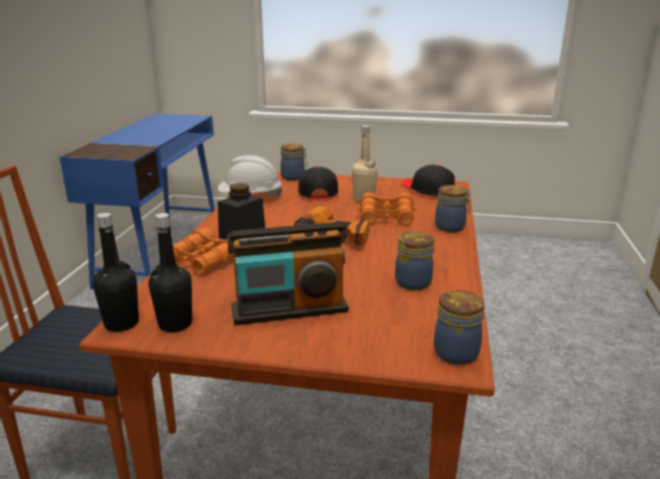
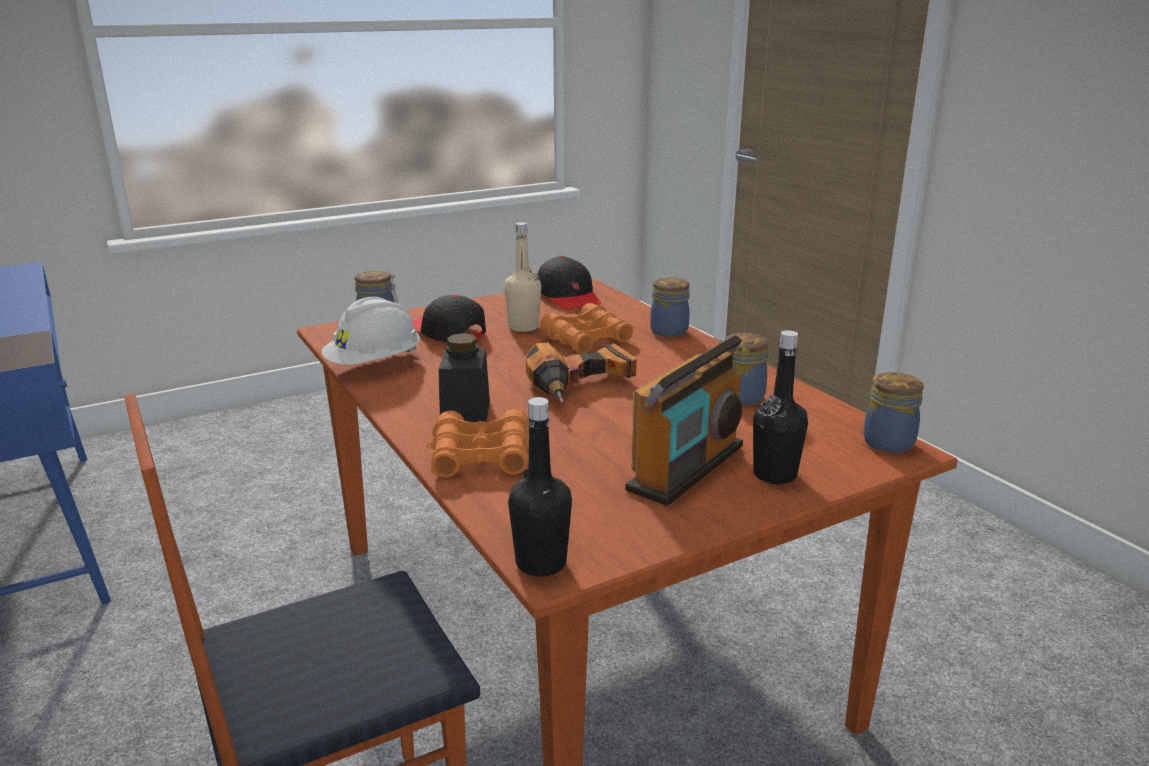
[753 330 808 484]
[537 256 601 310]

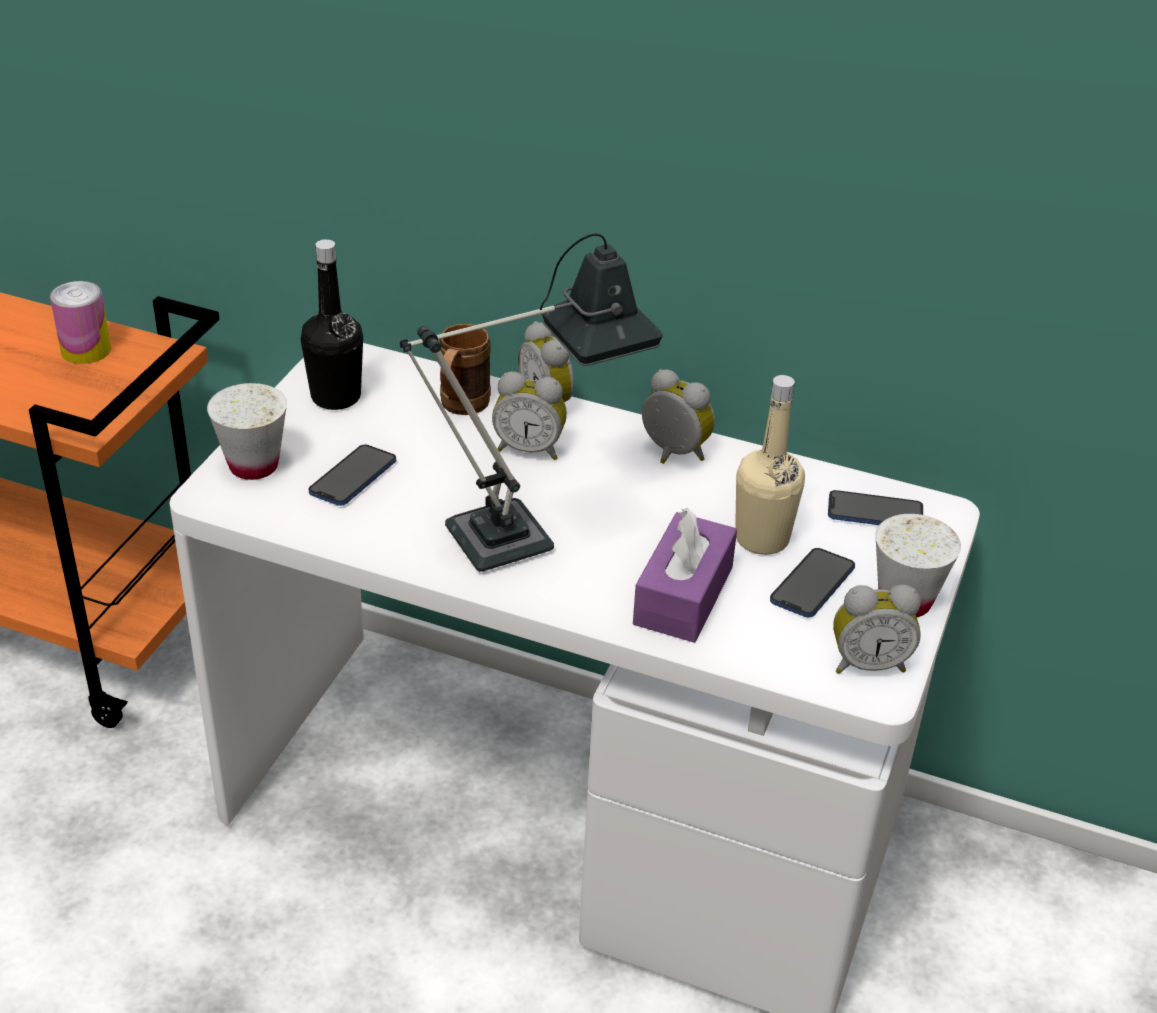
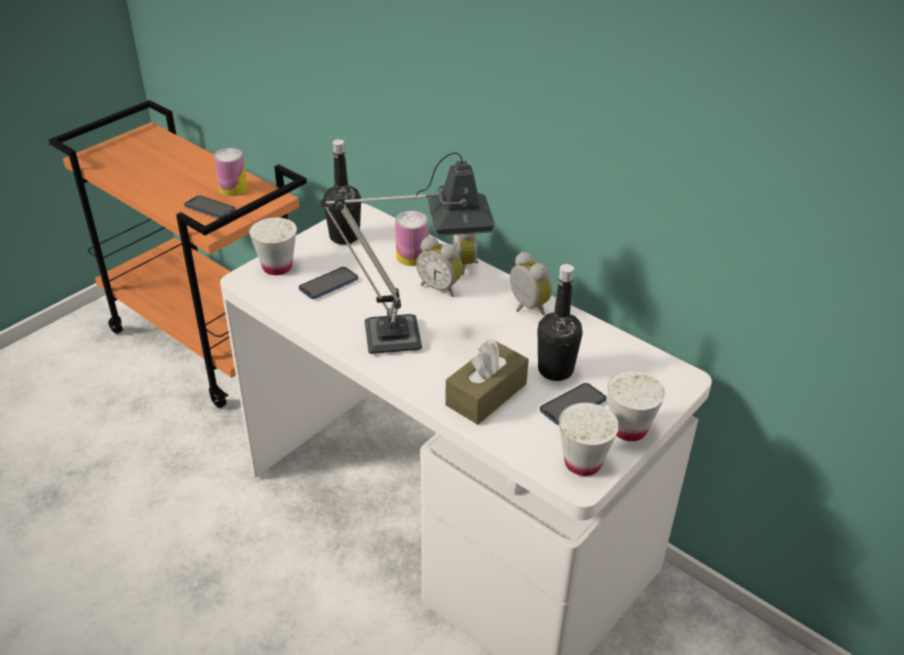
[184 195 235 219]
[395 211 429 266]
[559 403 619 476]
[445 339 529 425]
[538 264 583 381]

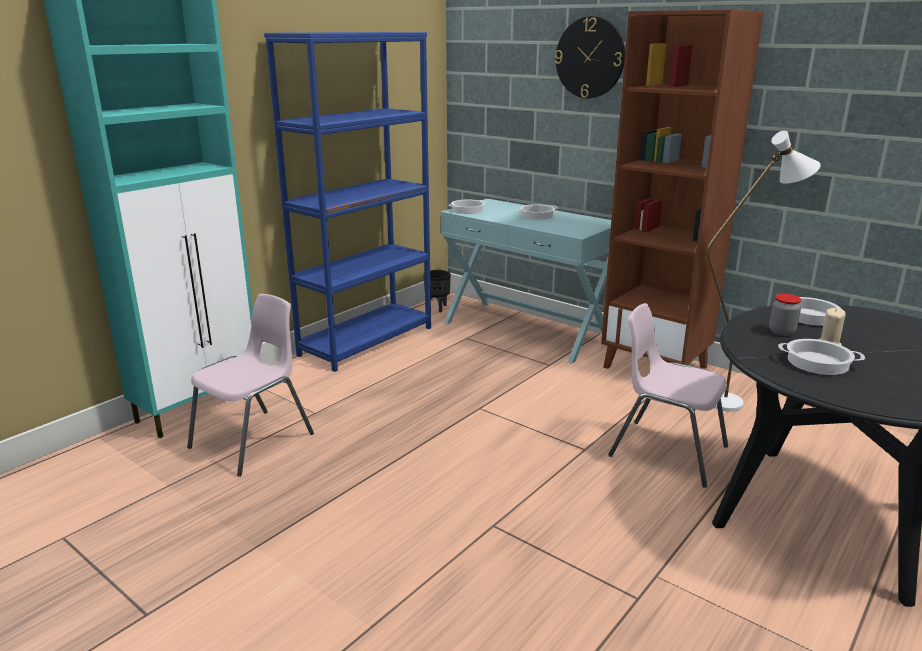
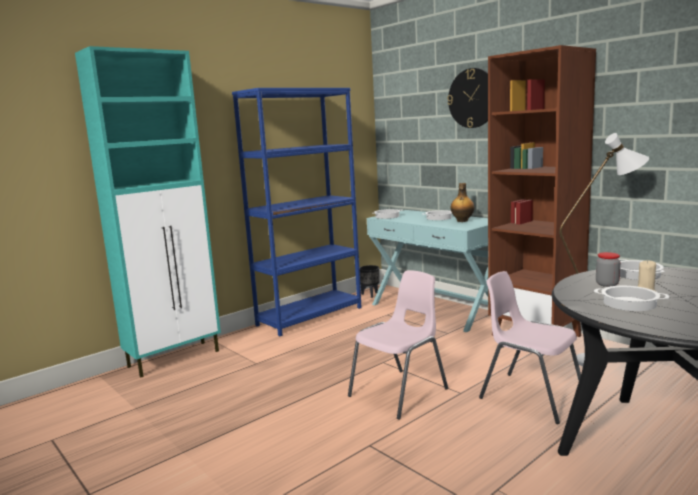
[450 183 475 222]
[348 271 448 420]

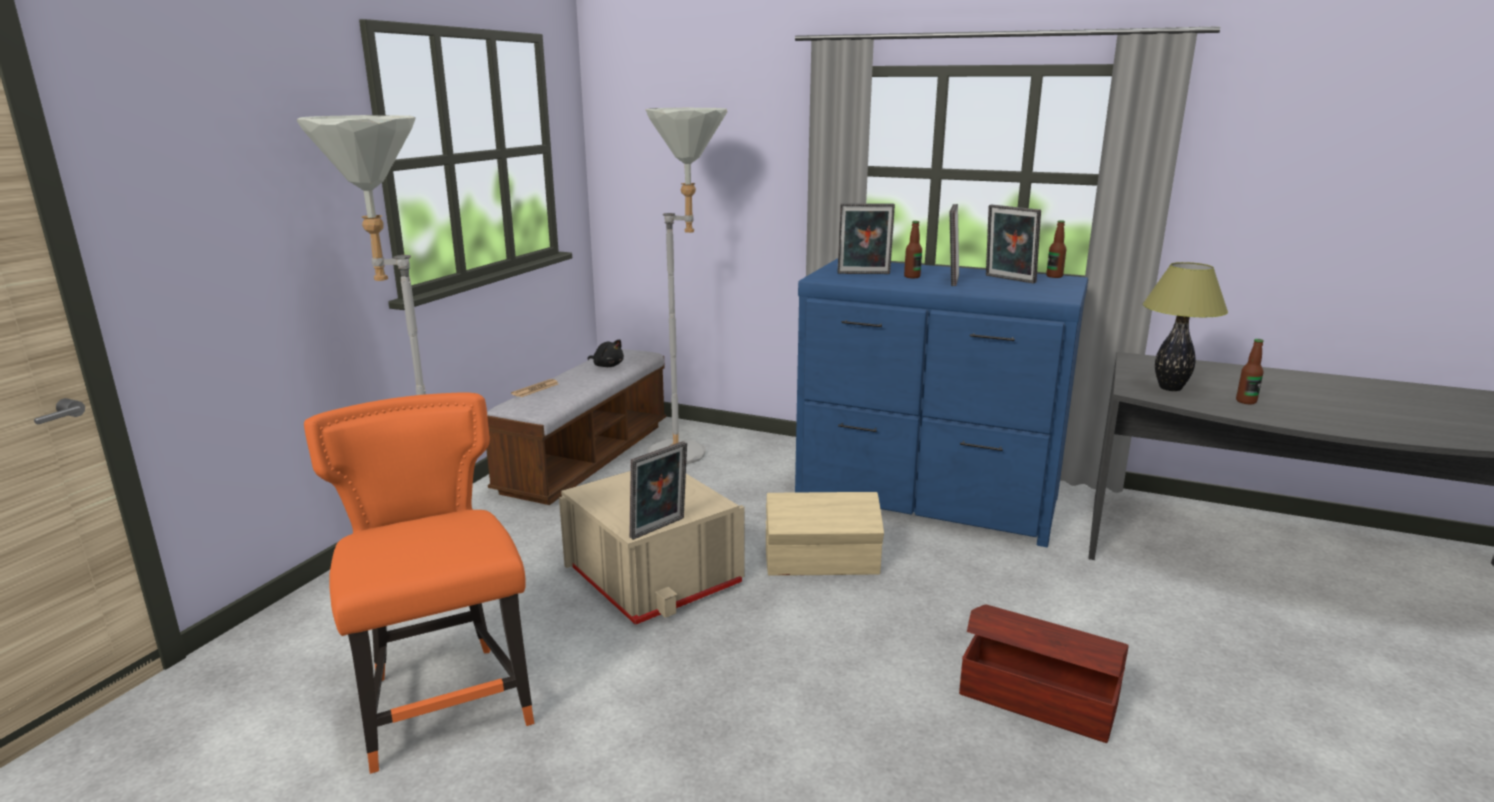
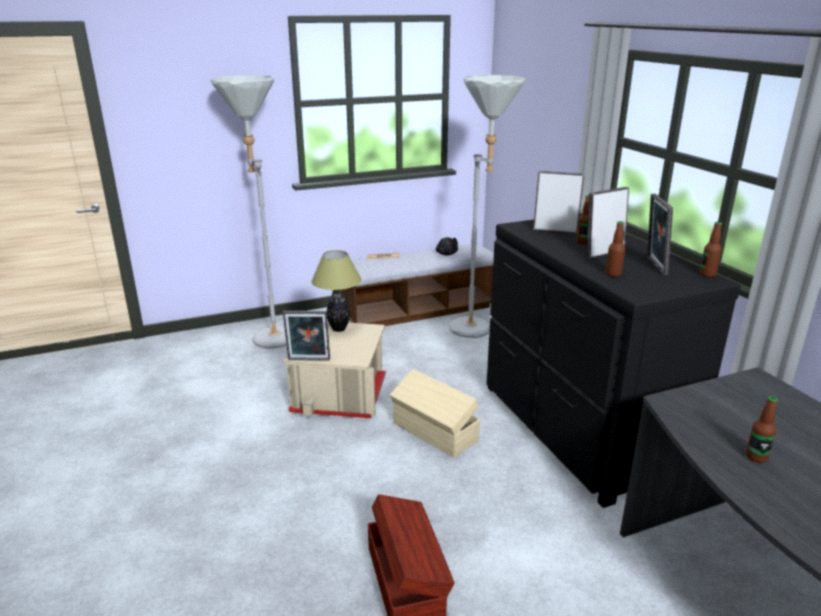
[304 392 535 774] (first image)
[606 221 625 277]
[311 250 362 332]
[486 213 741 508]
[533 171 585 234]

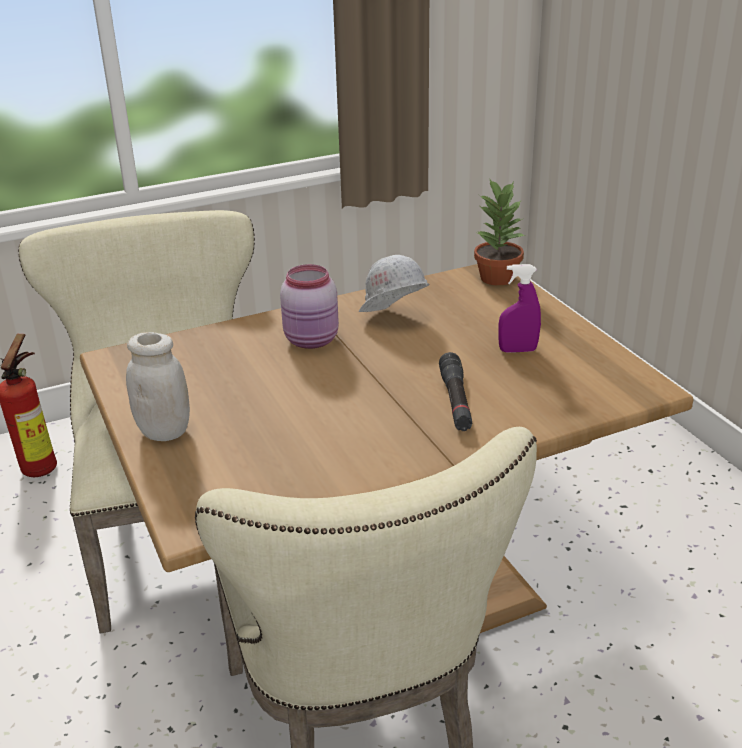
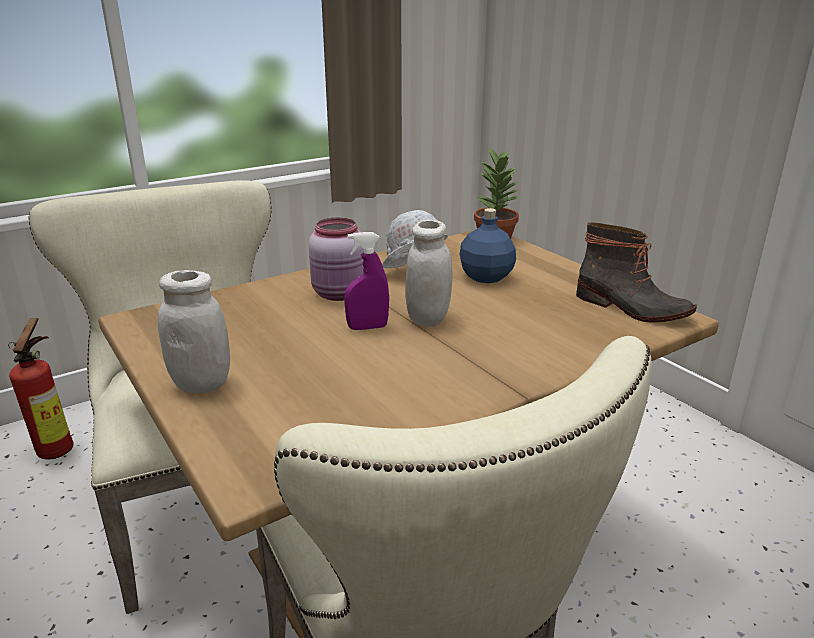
[439 352 473 431] (first image)
[405 220 452 327]
[460 208 516 283]
[576 222 697 323]
[344 232 389 330]

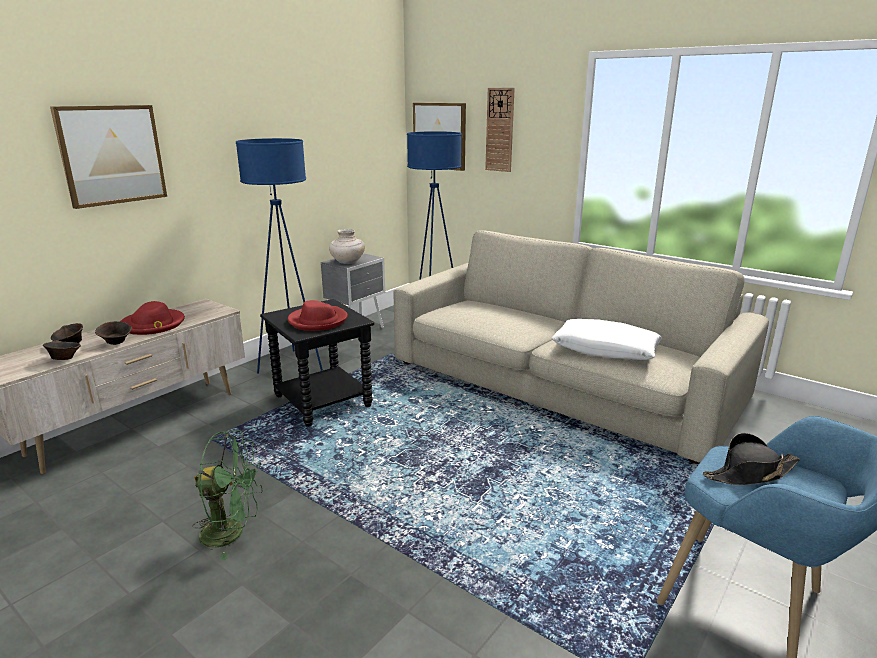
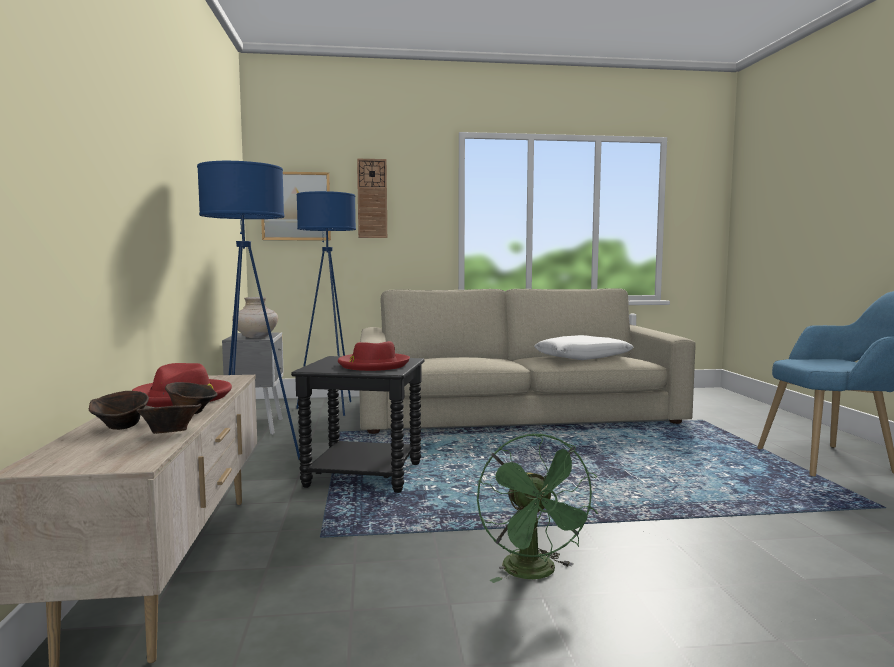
[50 105 167 209] (first image)
[703 433 800 485] (first image)
[477 433 598 583]

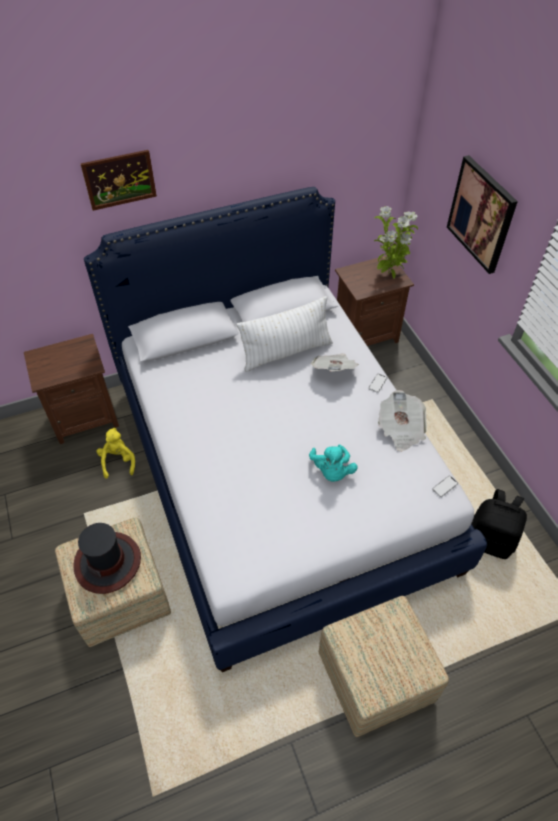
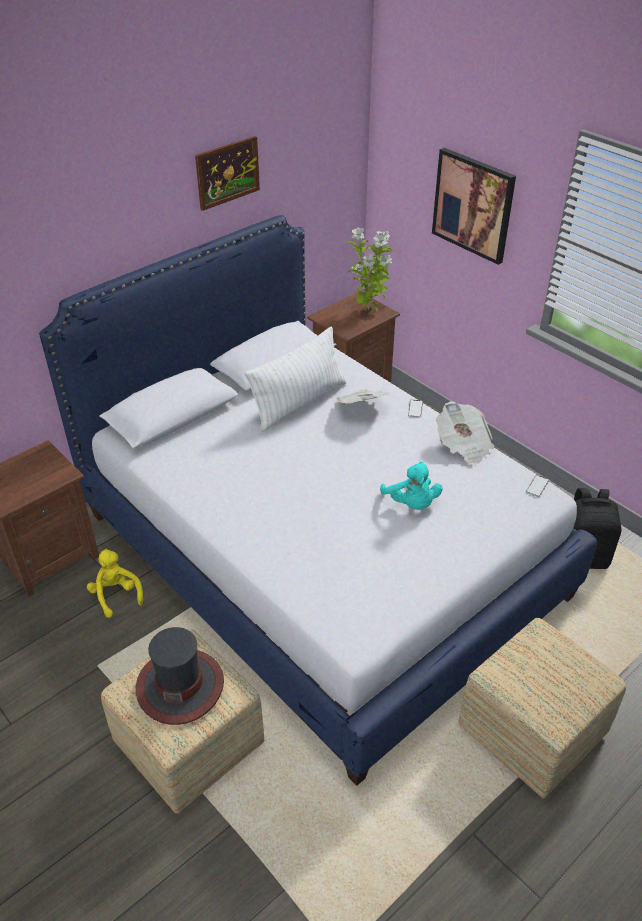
[195 136 260 211]

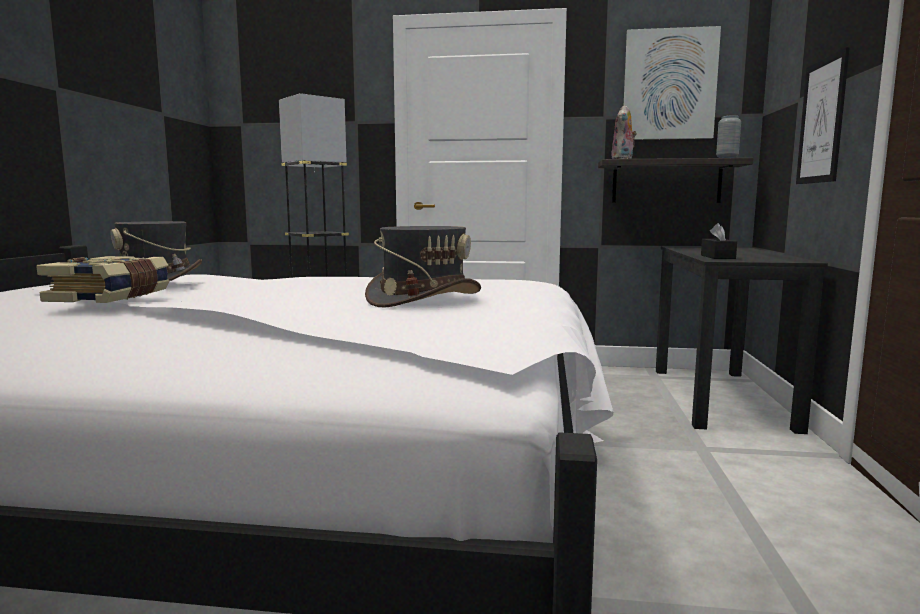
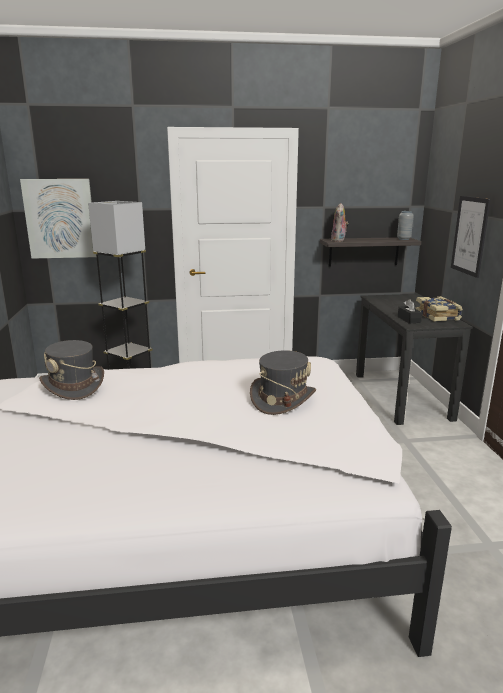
[415 296 463 322]
[20 179 96 259]

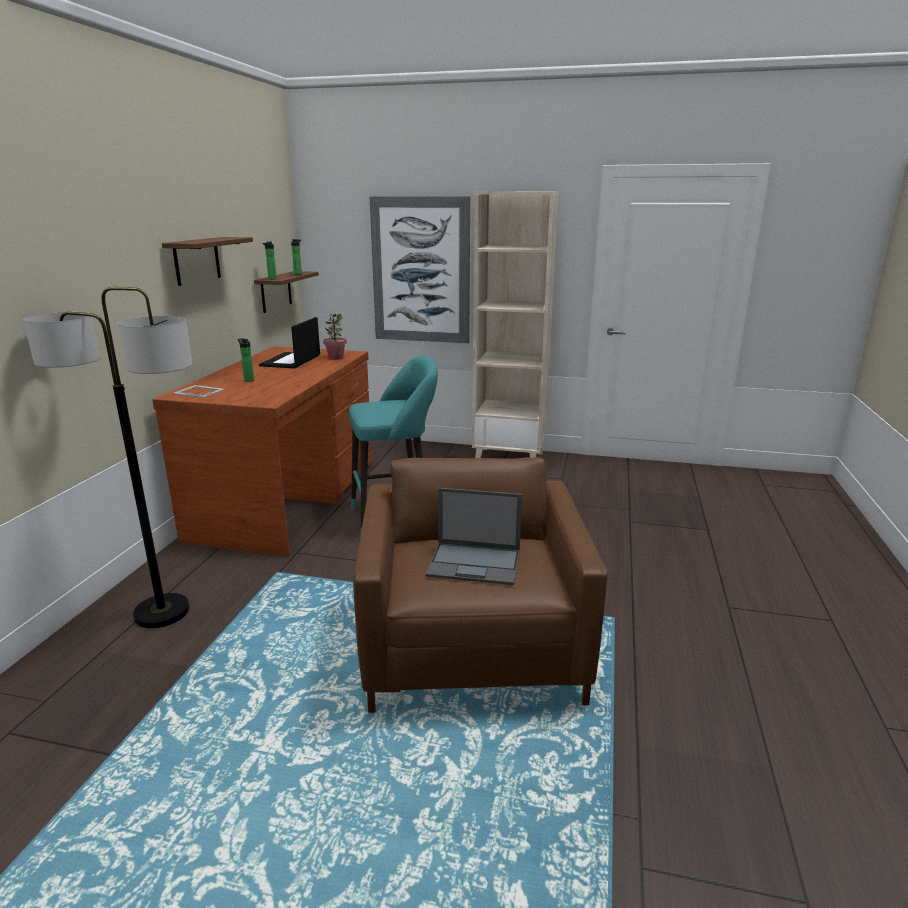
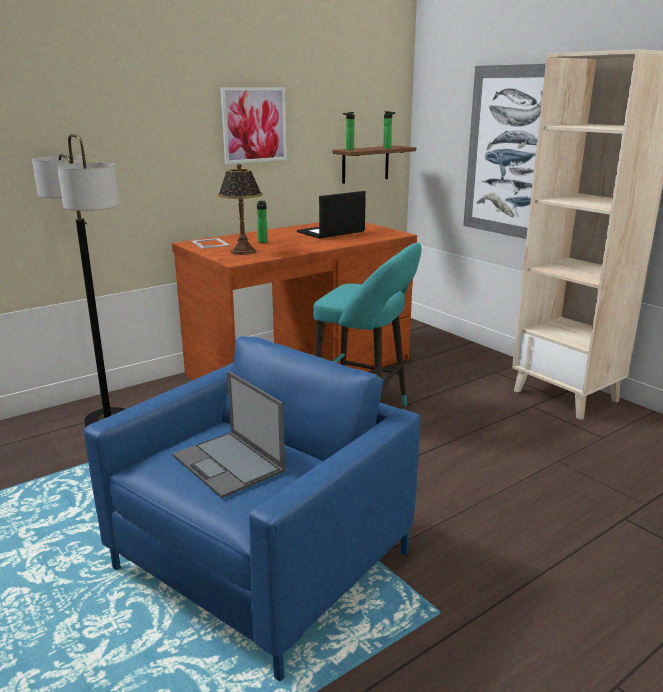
[323 314 347 360] (first image)
[218 164 263 255]
[220 87 287 164]
[84 336 421 682]

